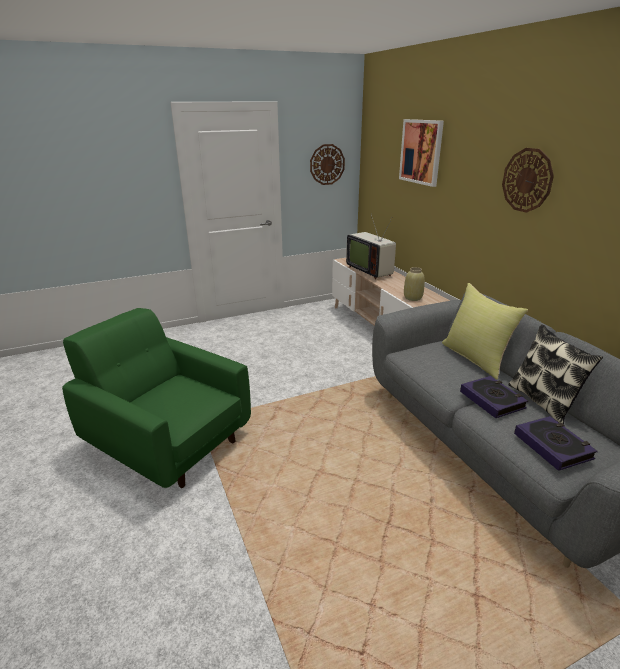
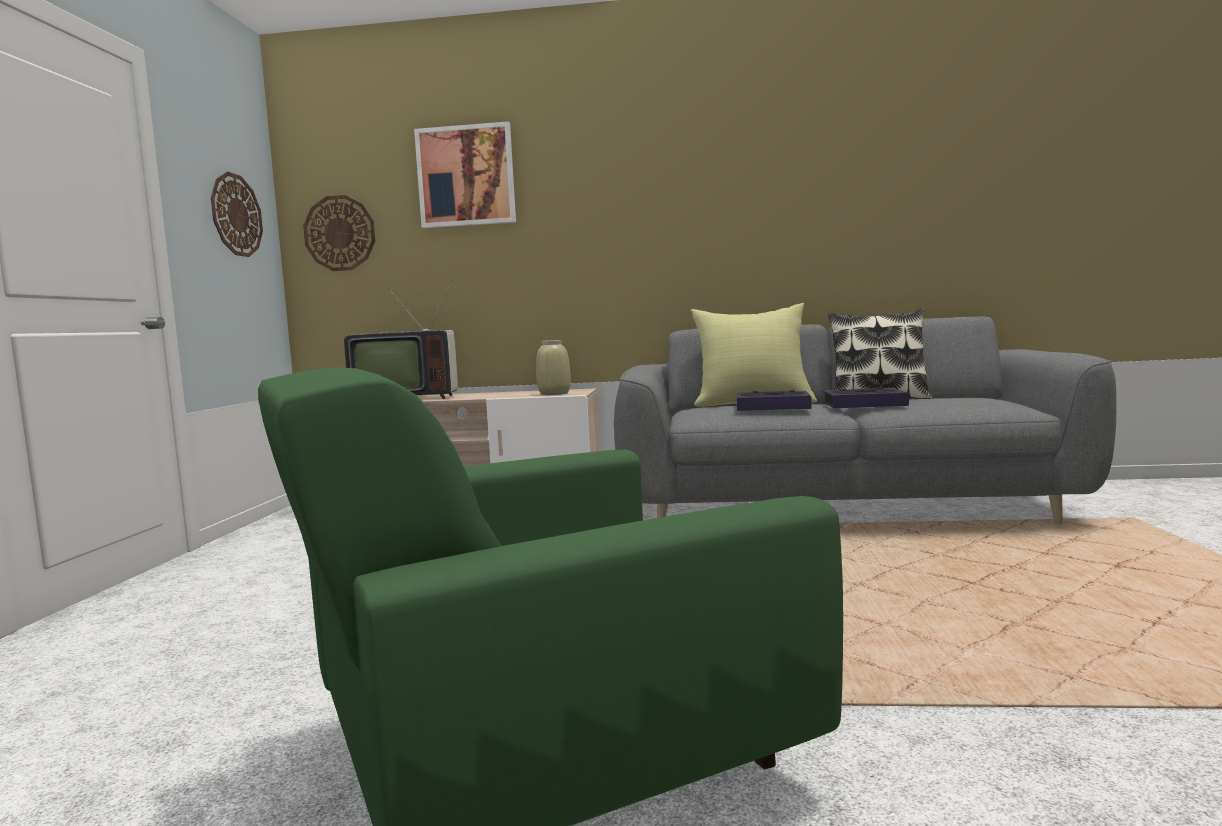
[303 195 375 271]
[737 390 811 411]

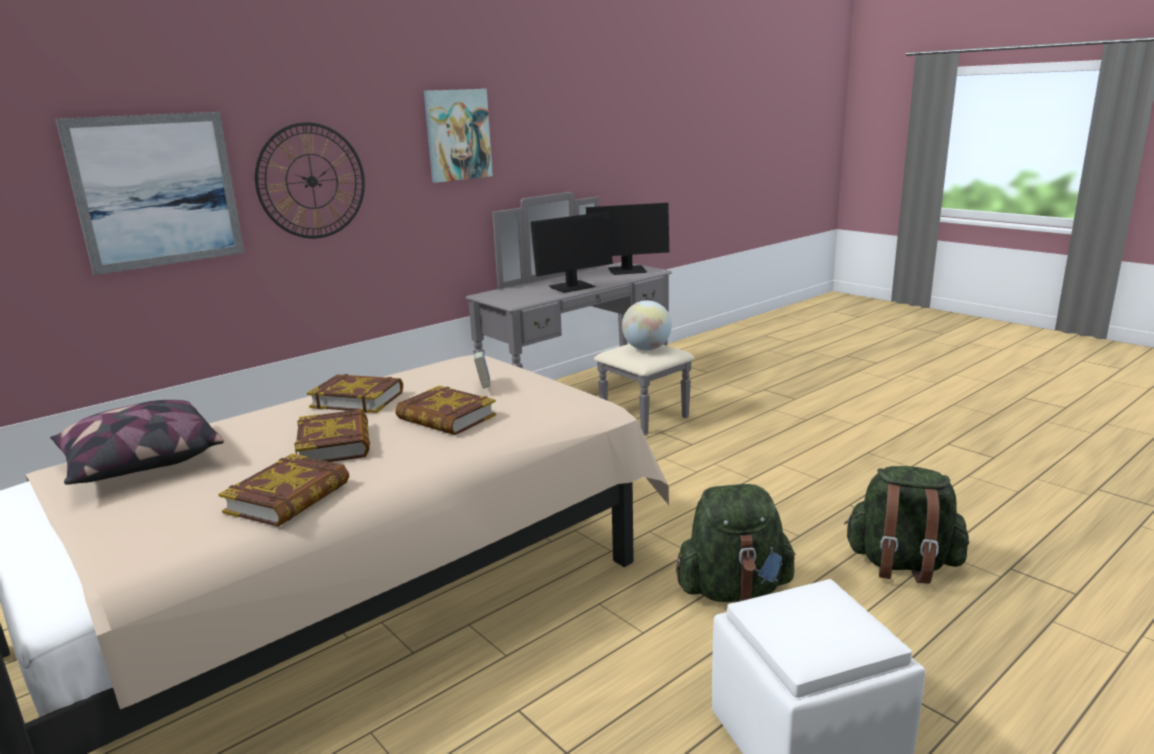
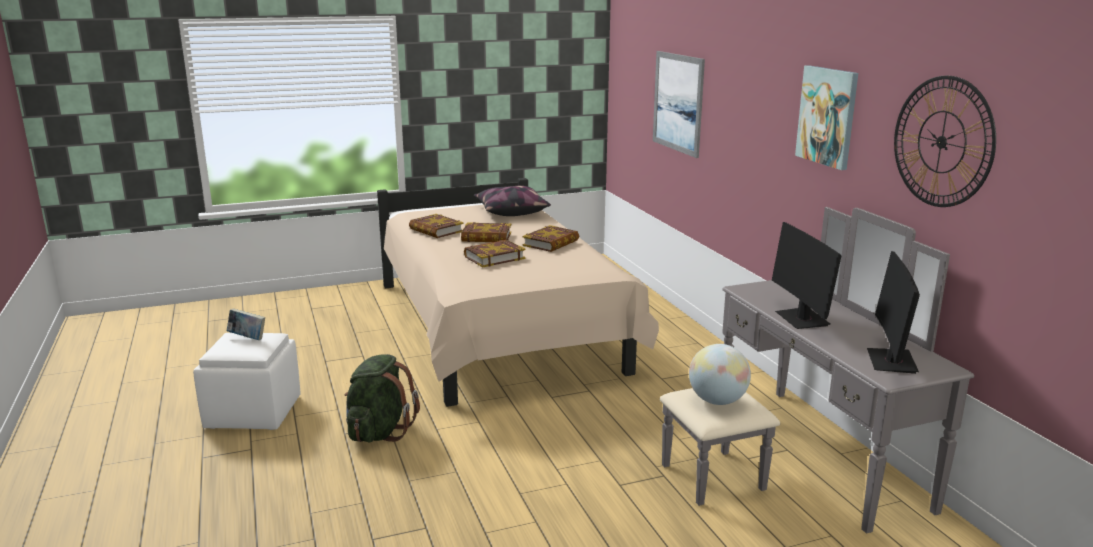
[844 466 969 584] (first image)
[894 76 996 207]
[227 308 265 340]

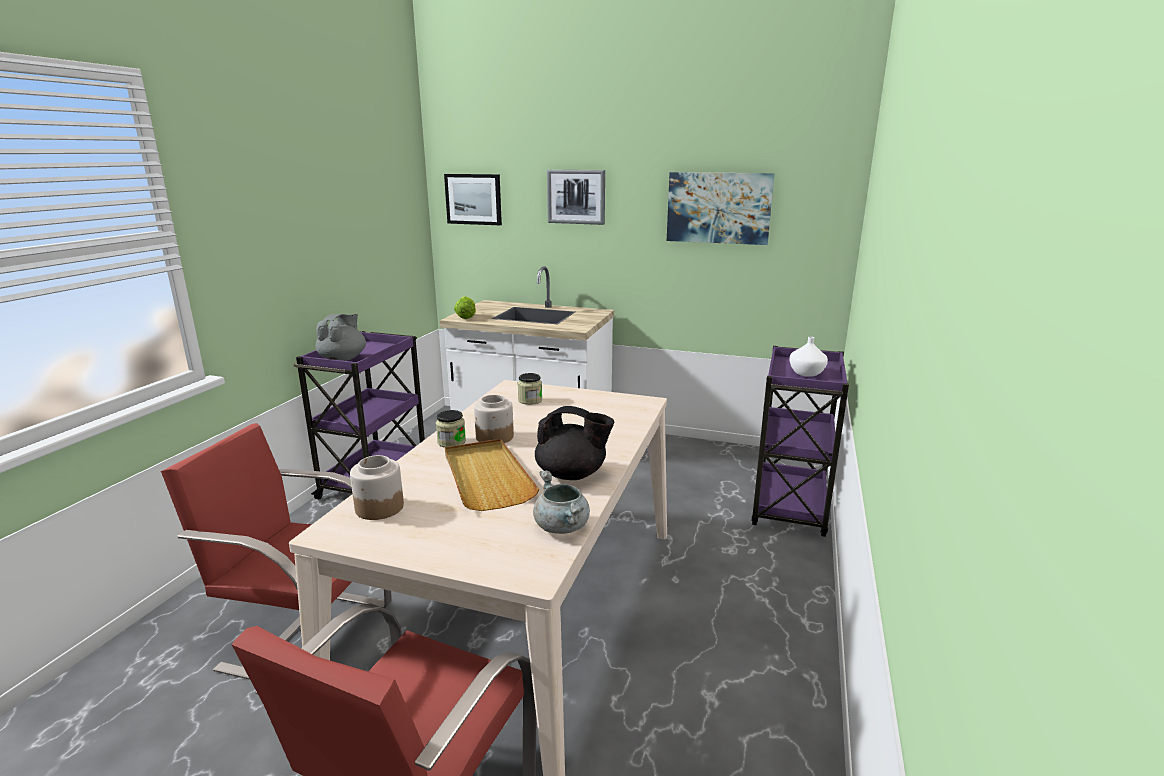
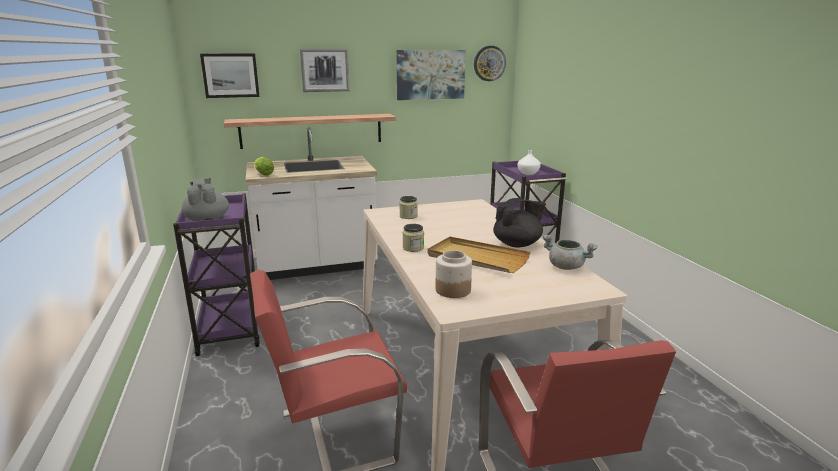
[474 395 514 443] (first image)
[224 114 396 149]
[474 46 506 81]

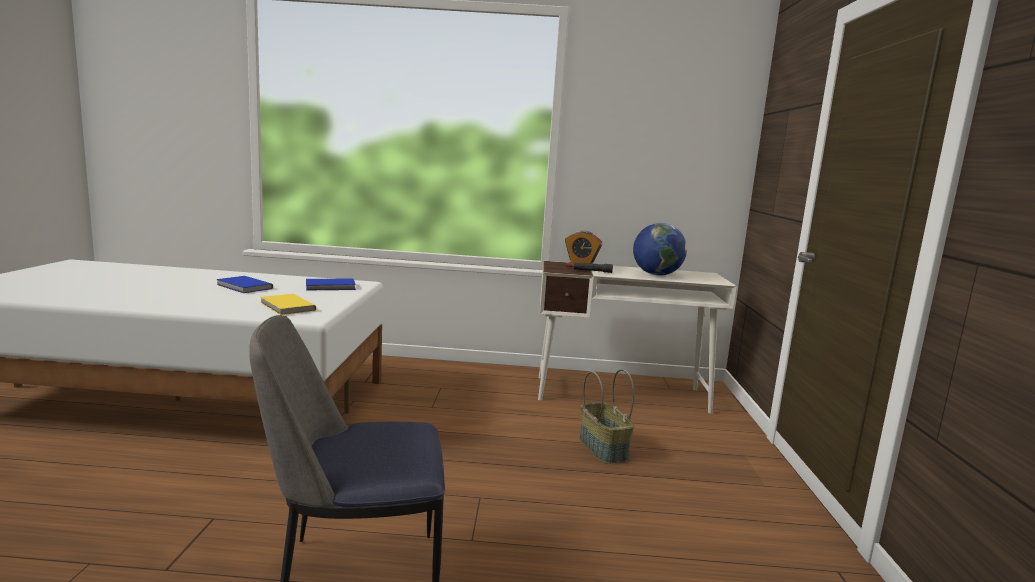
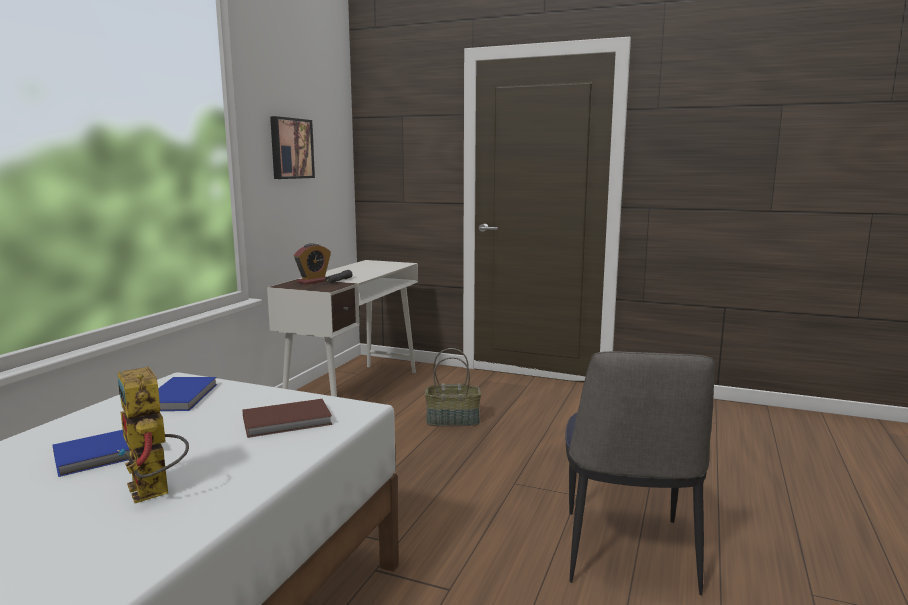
[633 223 687 276] (first image)
[117 367 189 503]
[270 116 315 179]
[242 399 333 438]

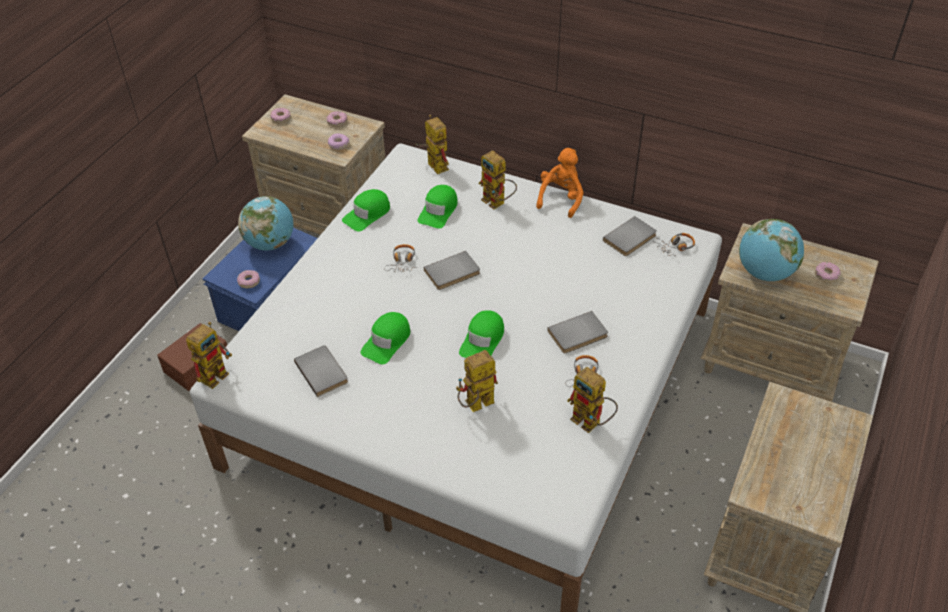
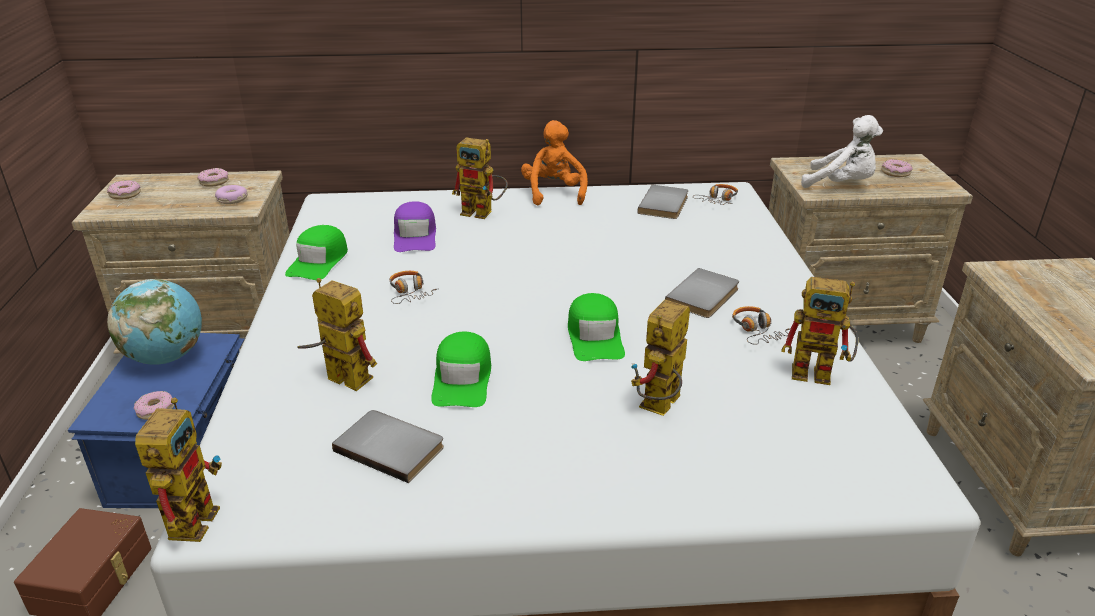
[424 251 480 290] (first image)
[297 278 377 391]
[801 115 883 188]
[394 201 436 252]

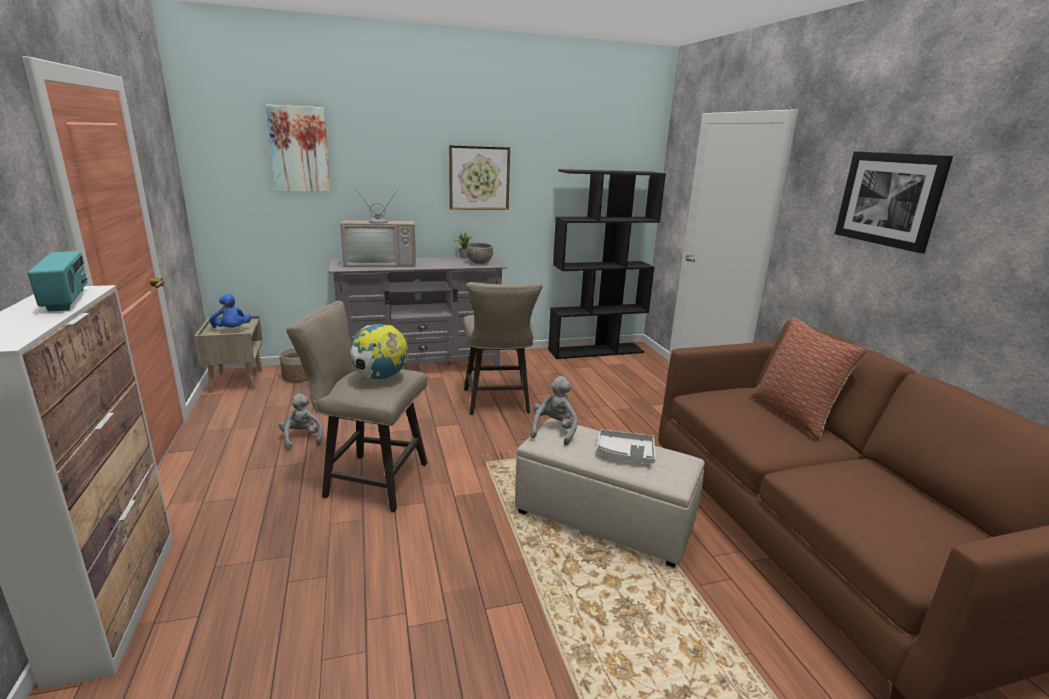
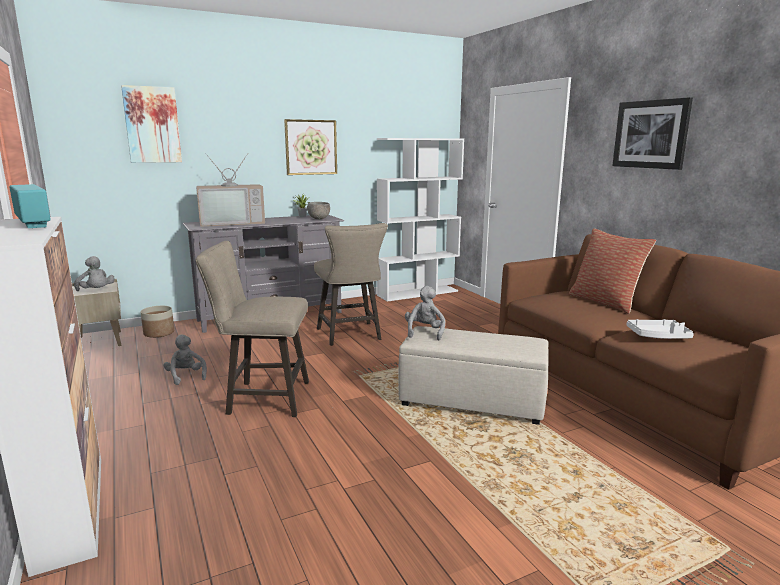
[350 324 408 380] (first image)
[627 319 694 339]
[74 256 115 291]
[377 138 464 302]

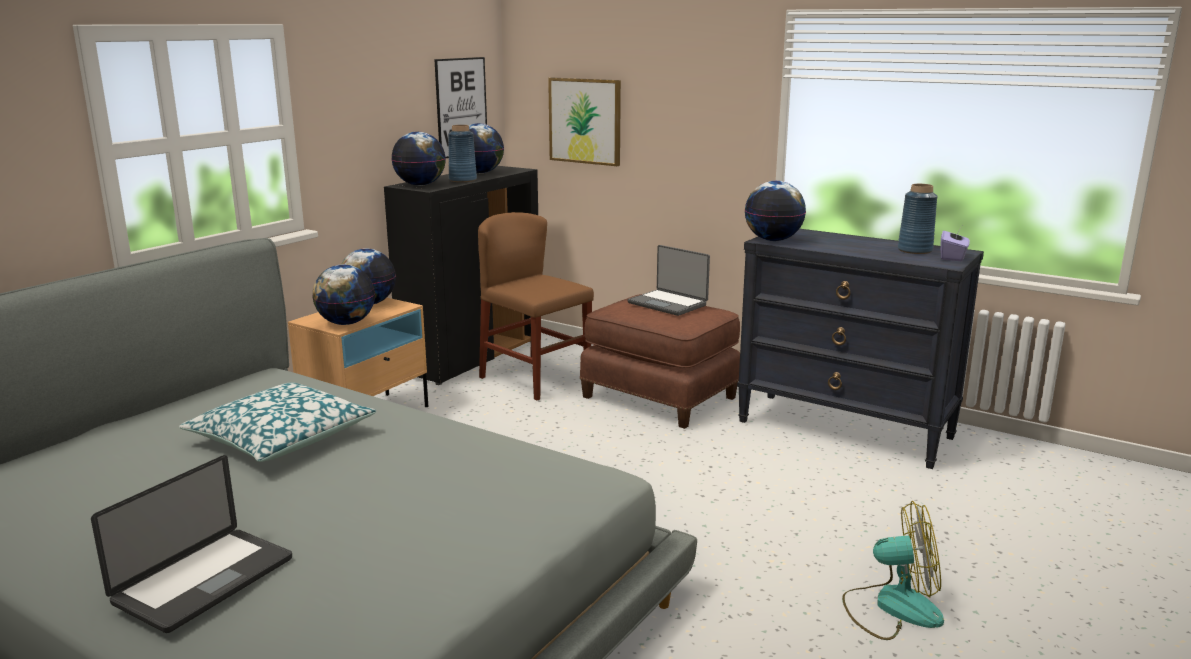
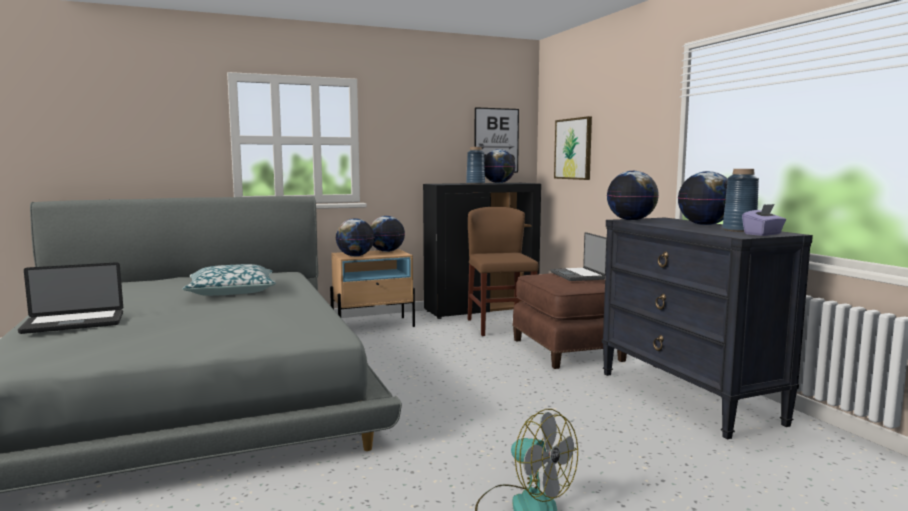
[678 171 728 225]

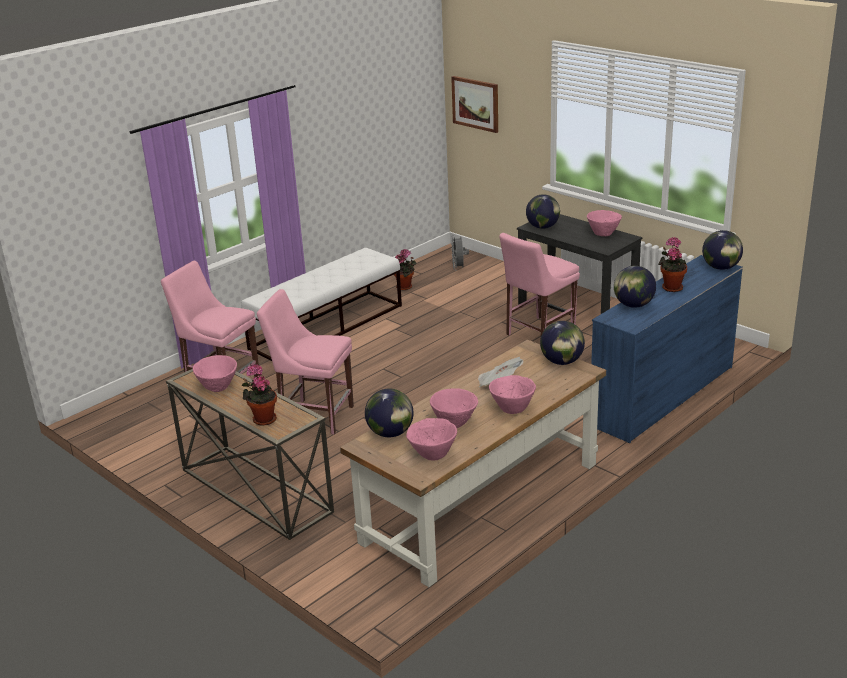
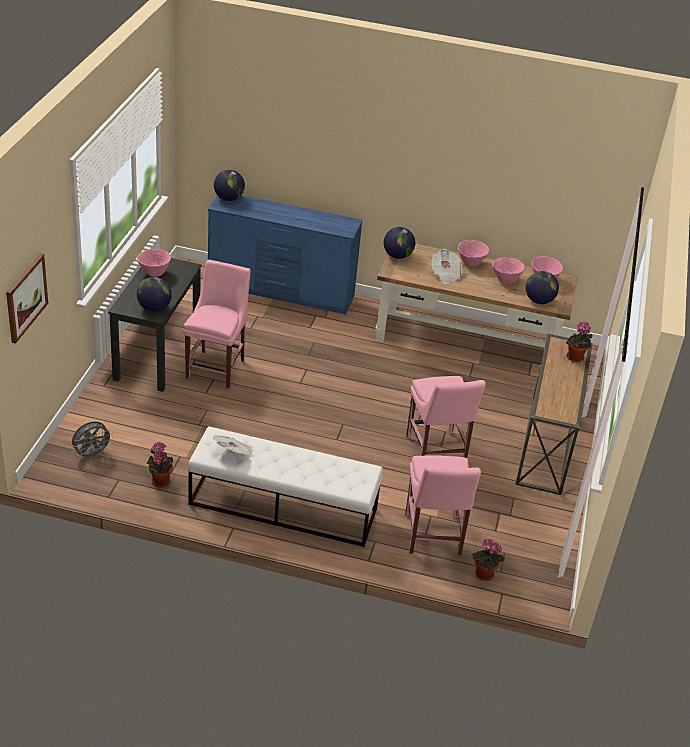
[193 355 237 392] (first image)
[614 266 656 308] (first image)
[213 435 253 455]
[472 539 505 581]
[183 260 251 388]

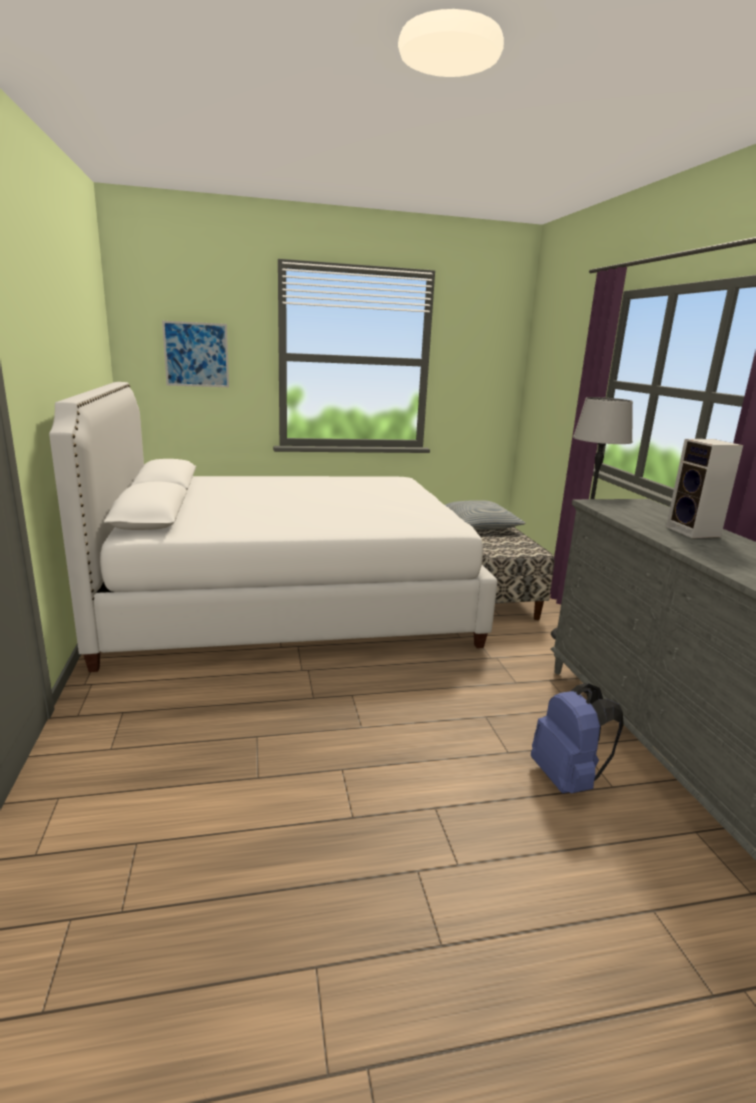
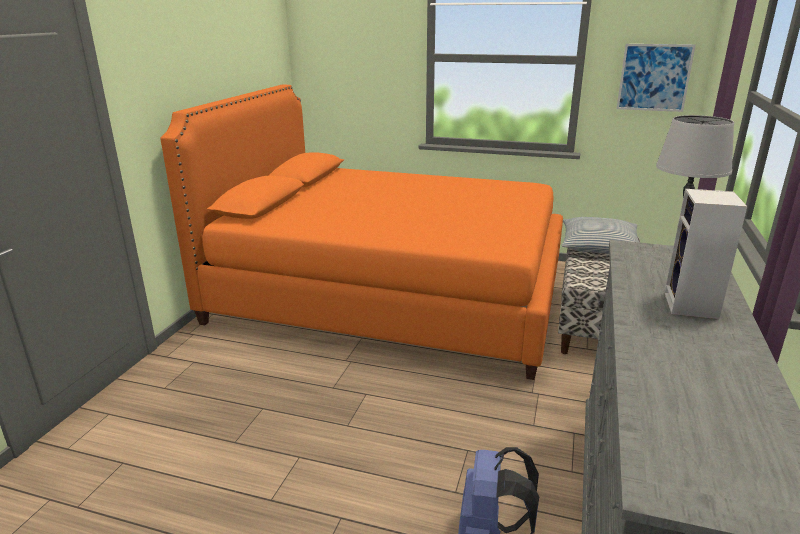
[616 44 696 112]
[161 85 563 380]

